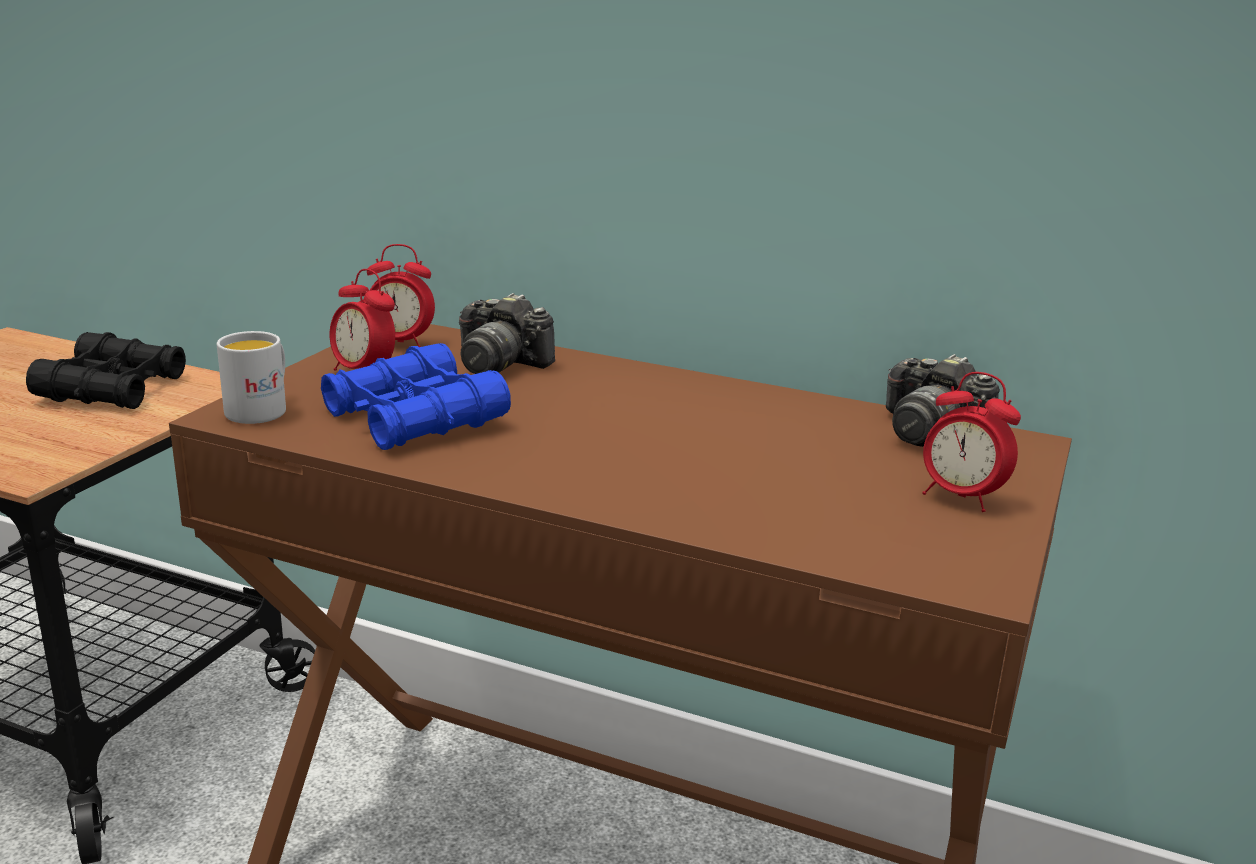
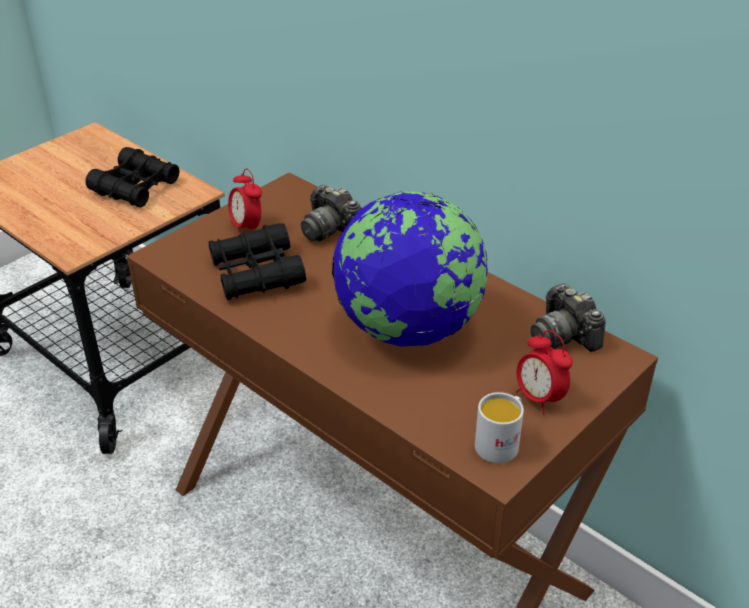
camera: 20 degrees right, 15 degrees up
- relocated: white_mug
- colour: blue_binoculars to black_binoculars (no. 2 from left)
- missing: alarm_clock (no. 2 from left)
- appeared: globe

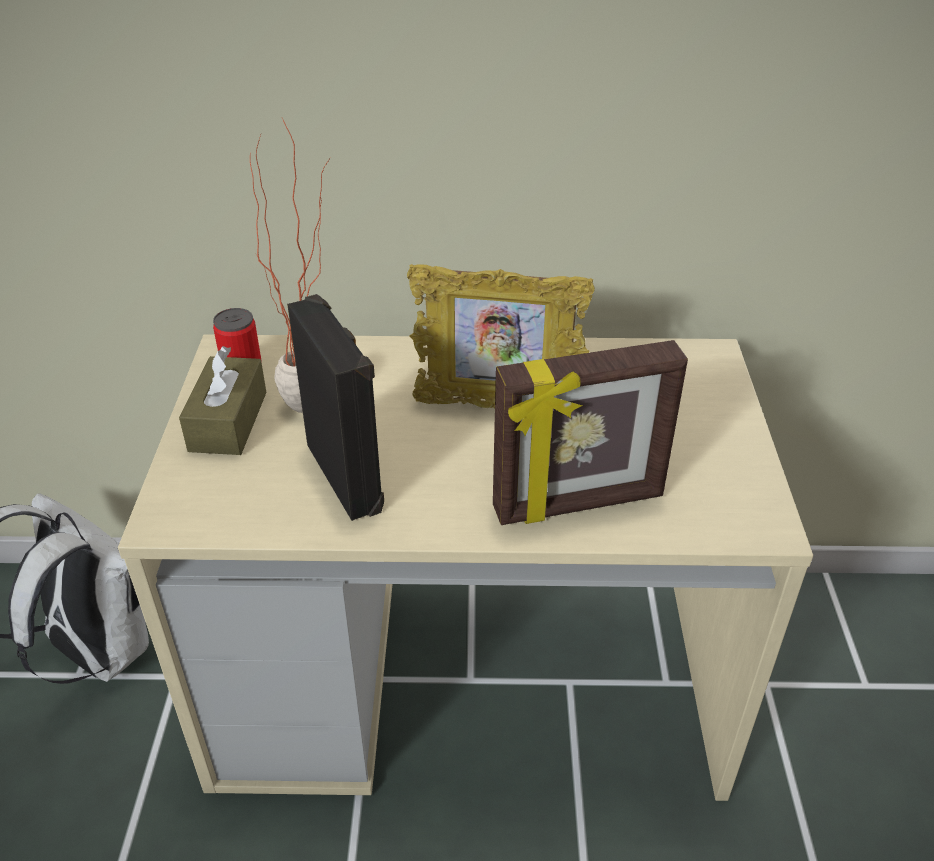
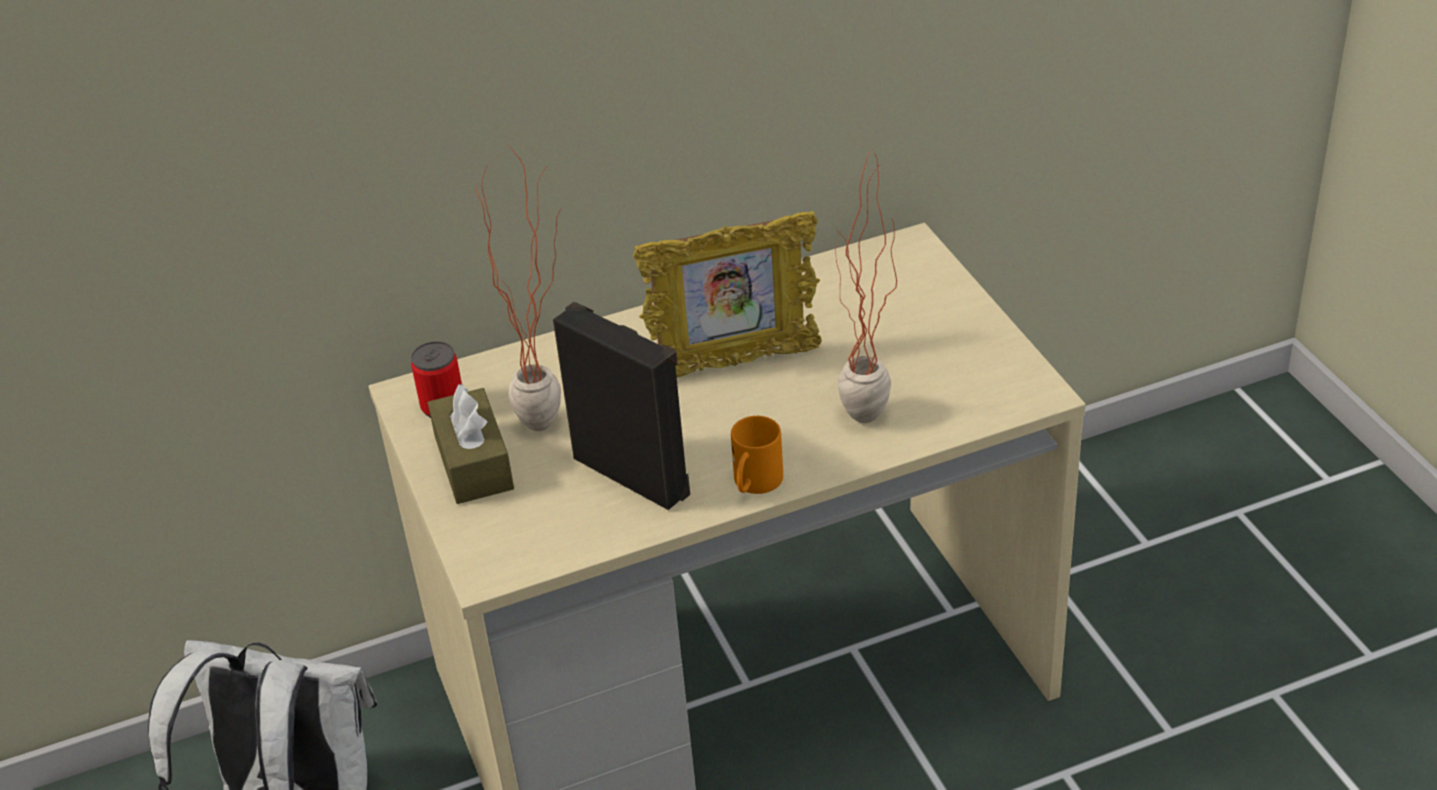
camera: 20 degrees left, 0 degrees up
- exchanged: picture_frame (no. 2 from left) to potted_plant (no. 2 from left)
- appeared: orange_mug

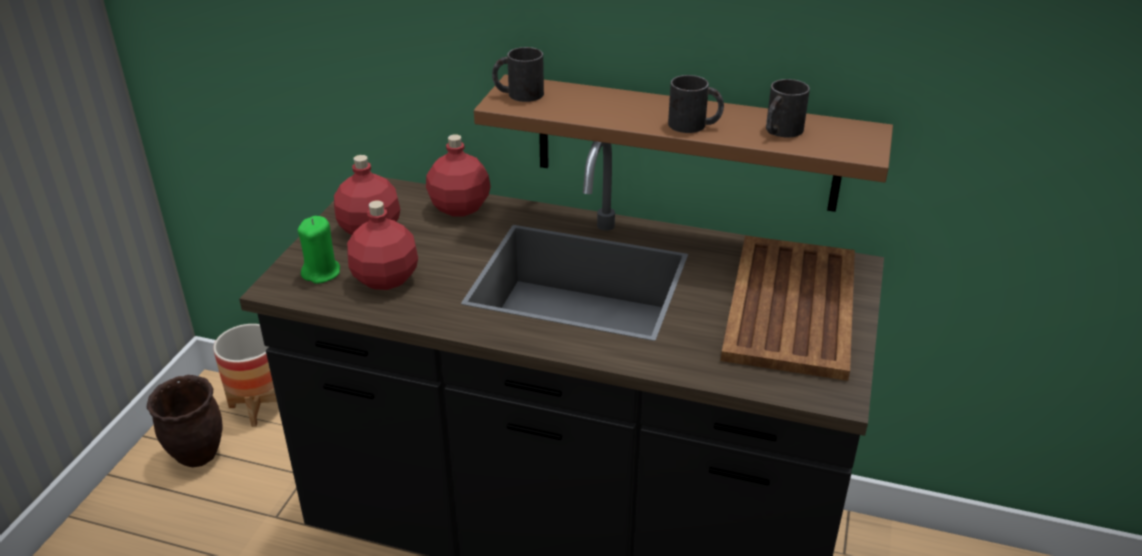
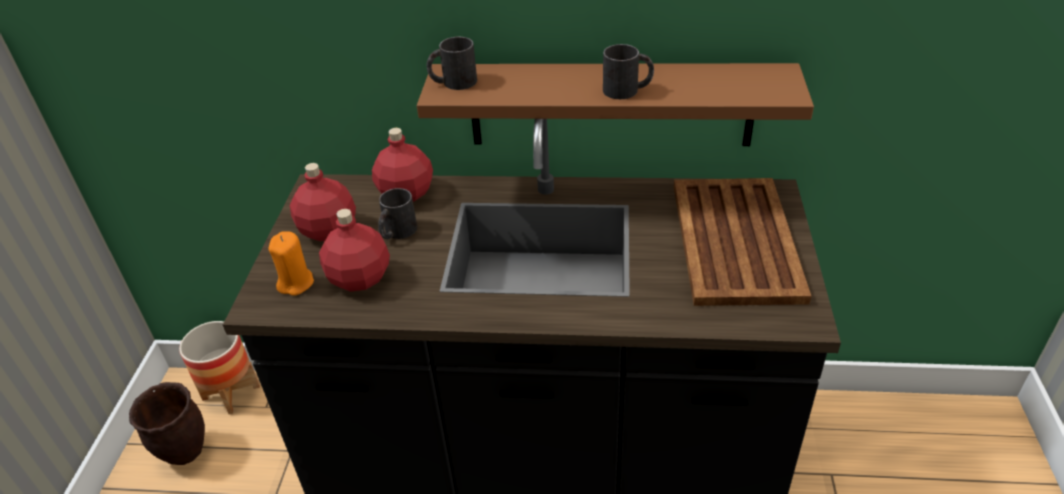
camera: 10 degrees left, 5 degrees up
- colour: green_candle to orange_candle
- relocated: black_mug (no. 3 from left in the first image) to black_mug (no. 1 from left)

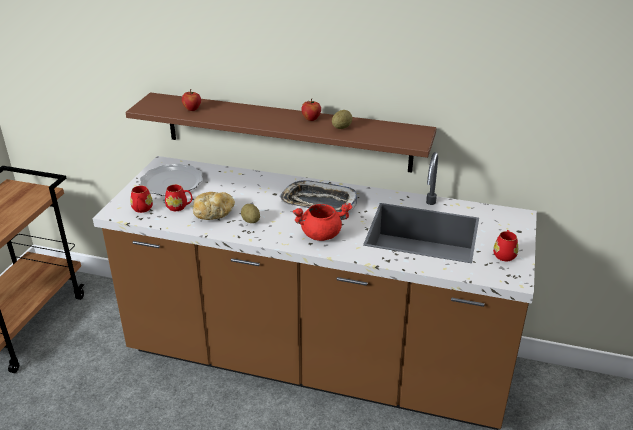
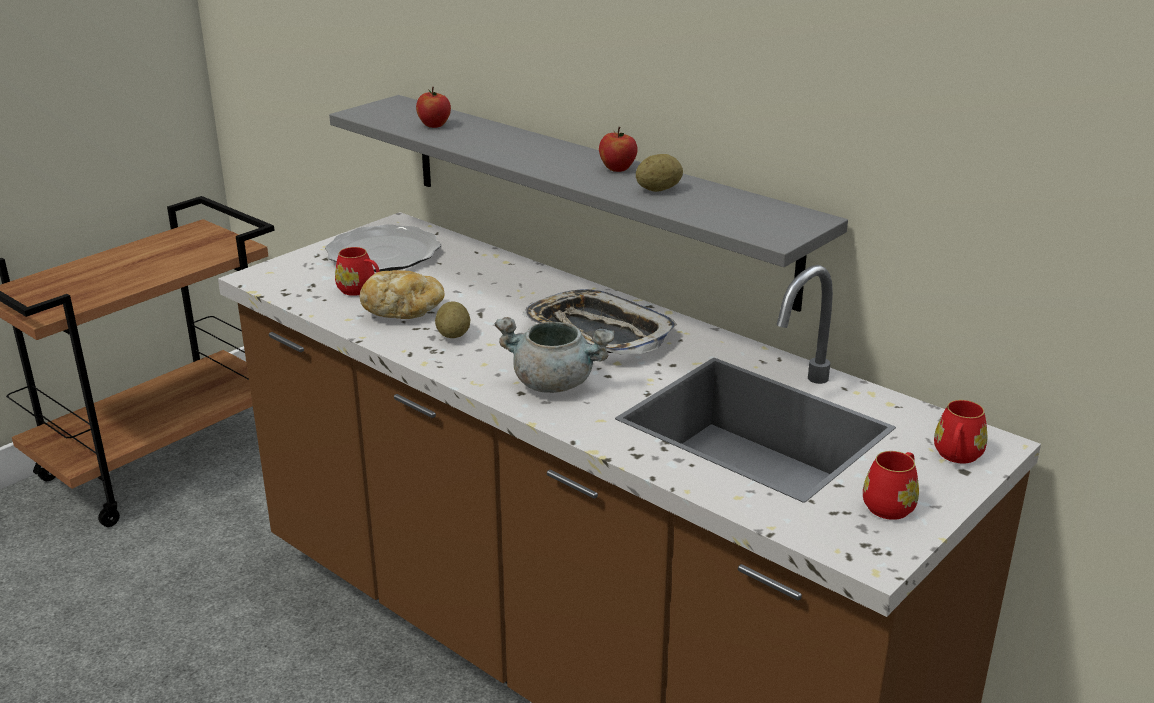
camera: 25 degrees right, 5 degrees down
- colour: brown_shelf to grey_shelf
- relocated: red_mug (no. 1 from left in the first image) to red_mug (no. 3 from left)
- colour: red_cooking_pot to grey_cooking_pot

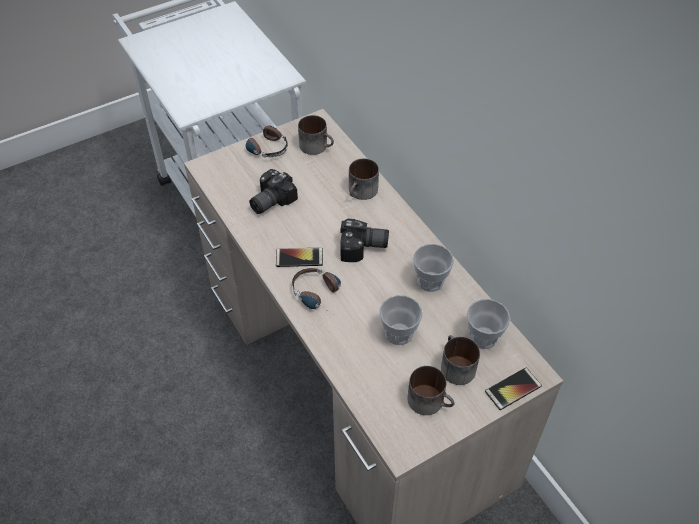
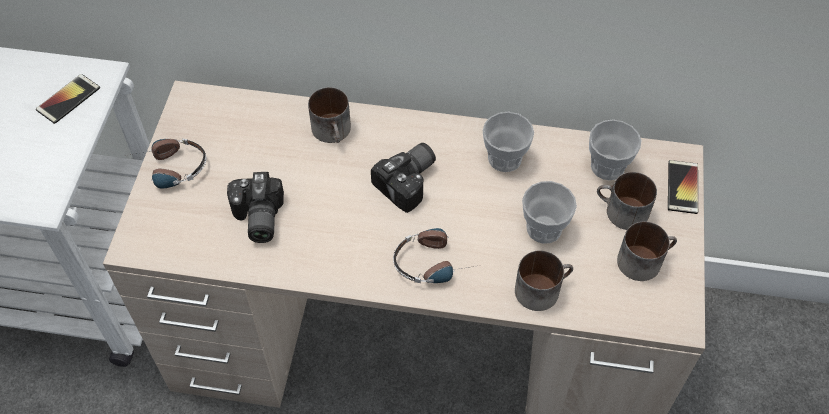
camera: 50 degrees left, 5 degrees up
- relocated: phone (no. 1 from left)
- relocated: mug (no. 1 from left in the first image) to mug (no. 2 from left)

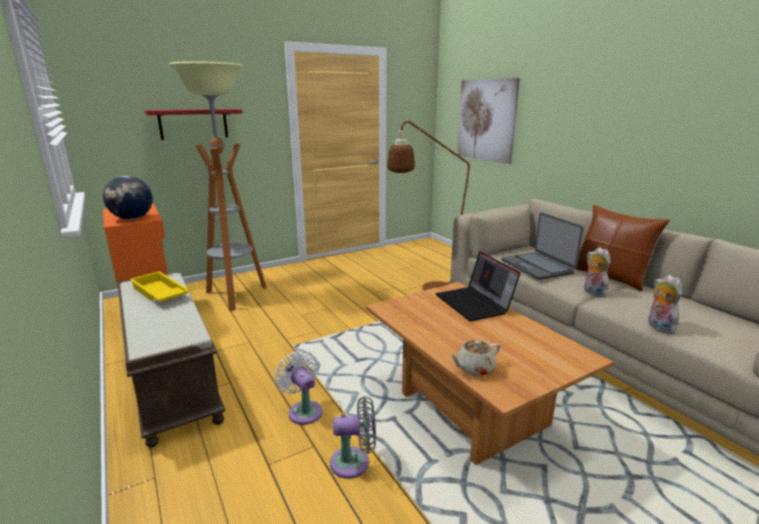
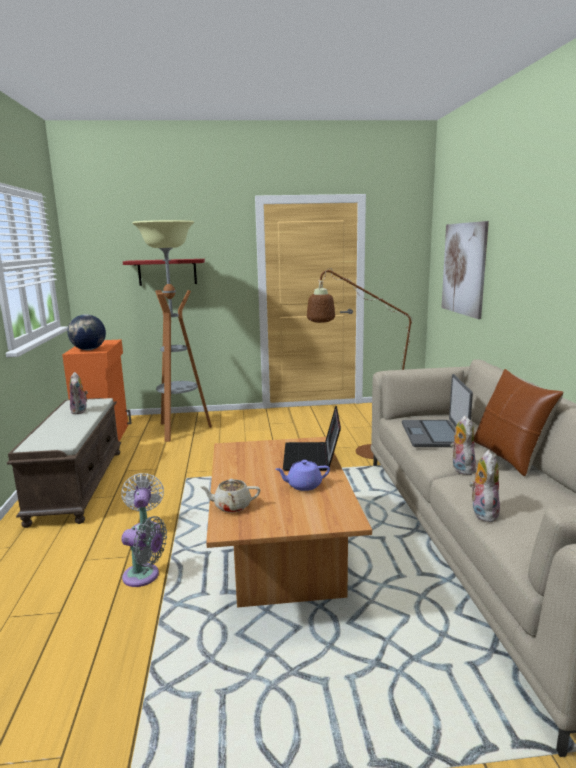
camera: 25 degrees right, 5 degrees down
- exchanged: yellow_tray to plush_toy (no. 1 from left)
- appeared: purple_teapot

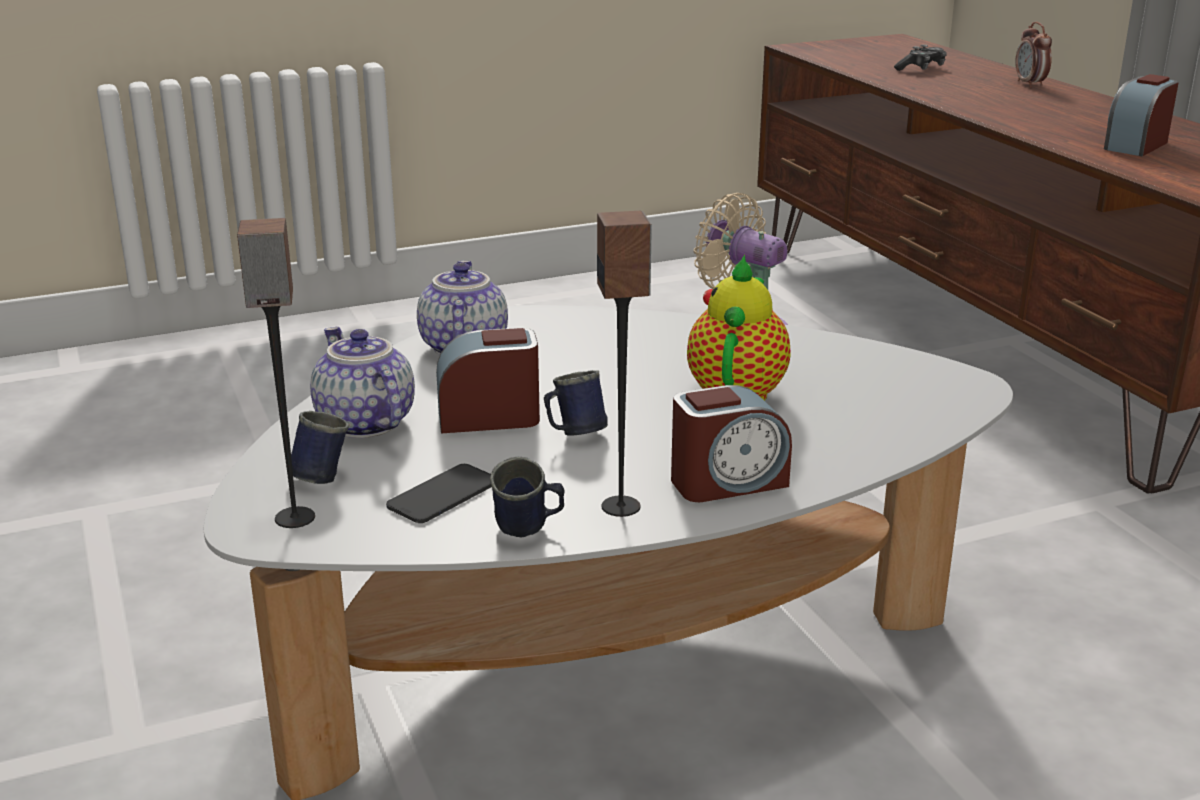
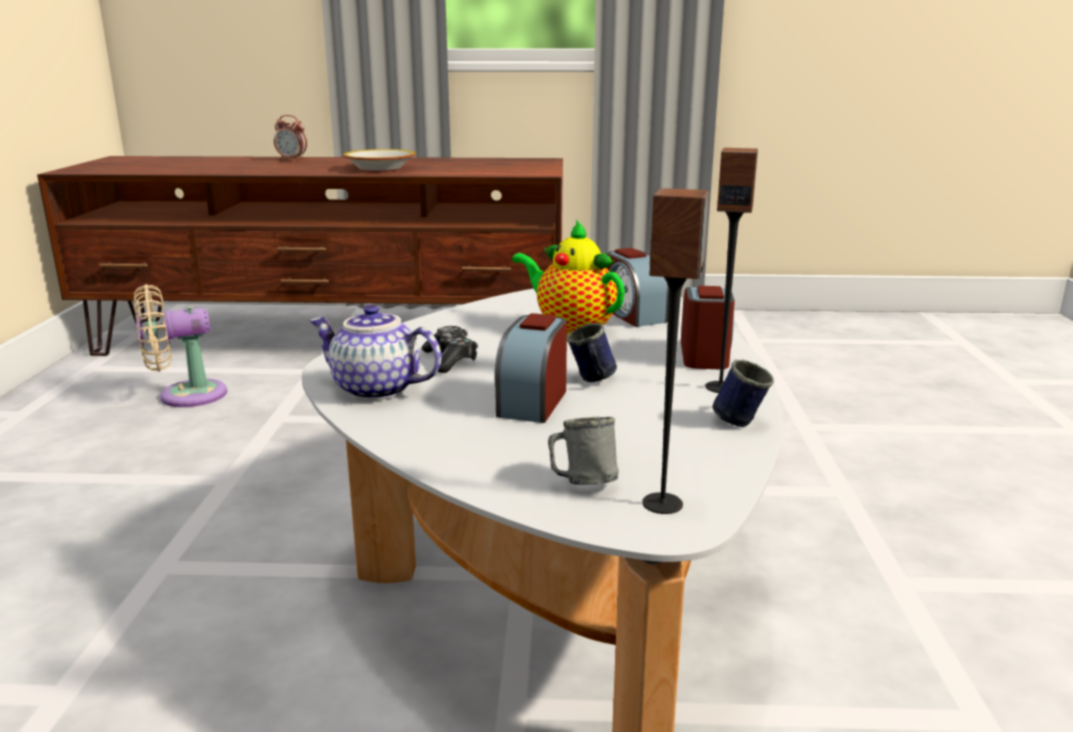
camera: 65 degrees left, 5 degrees down
- colour: blue_mug (no. 1 from left) to grey_mug
- missing: teapot (no. 1 from left)
- missing: phone
- relocated: game_controller
- relocated: alarm_clock (no. 4 from left in the first image) to alarm_clock (no. 3 from left)
- appeared: bowl

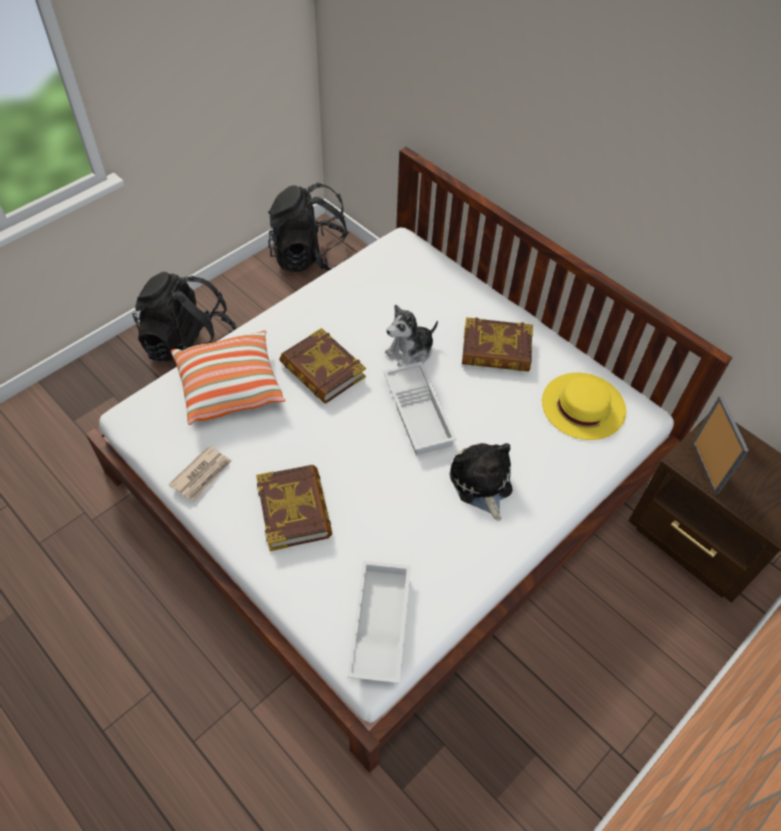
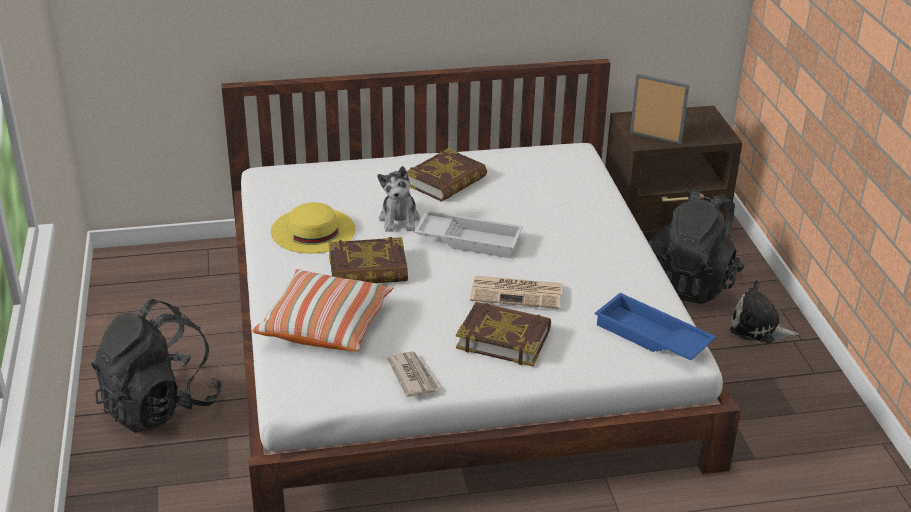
camera: 55 degrees left, 20 degrees down
- relocated: black_backpack (no. 2 from left)
- colour: white_tray (no. 1 from left) to blue_tray
- relocated: plush_toy (no. 2 from left)
- relocated: yellow_hat
- appeared: newspaper (no. 2 from left)

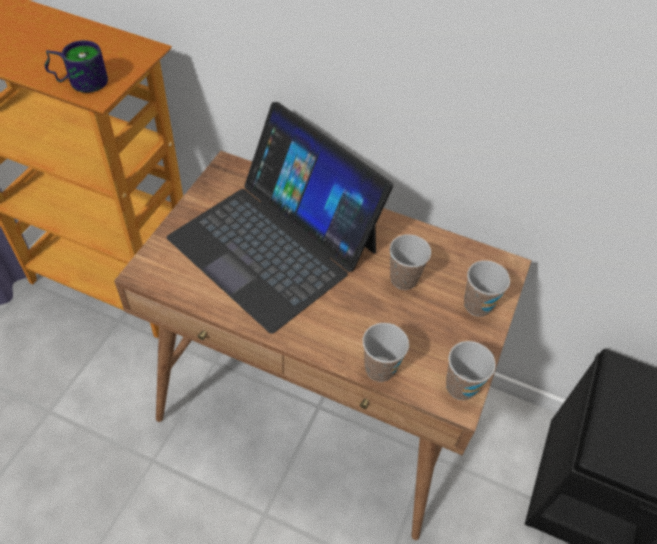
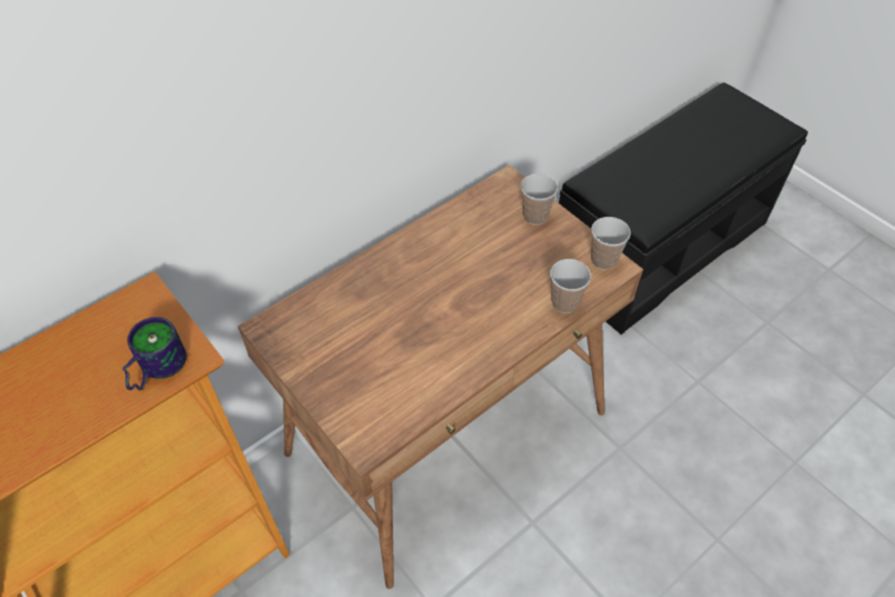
camera: 60 degrees left, 0 degrees up
- missing: laptop
- missing: cup (no. 2 from left)

